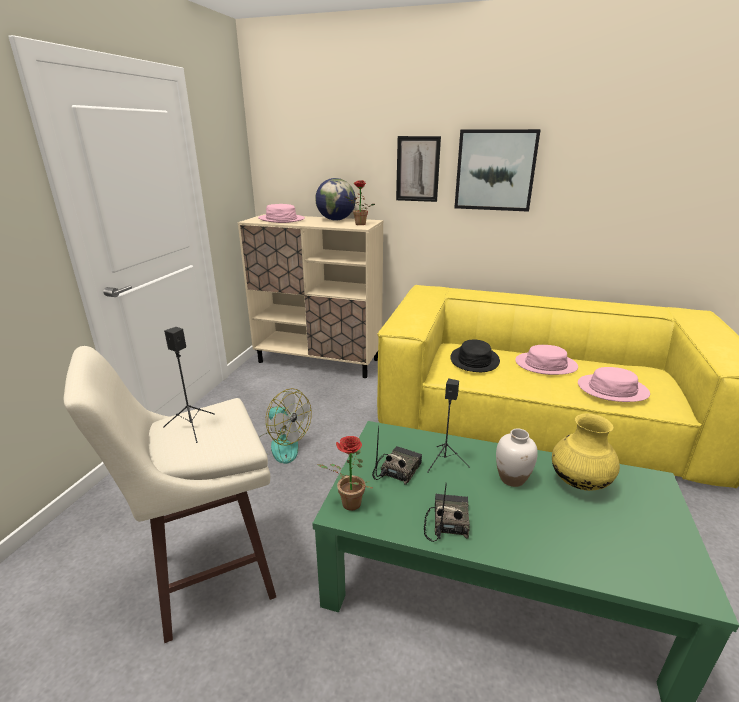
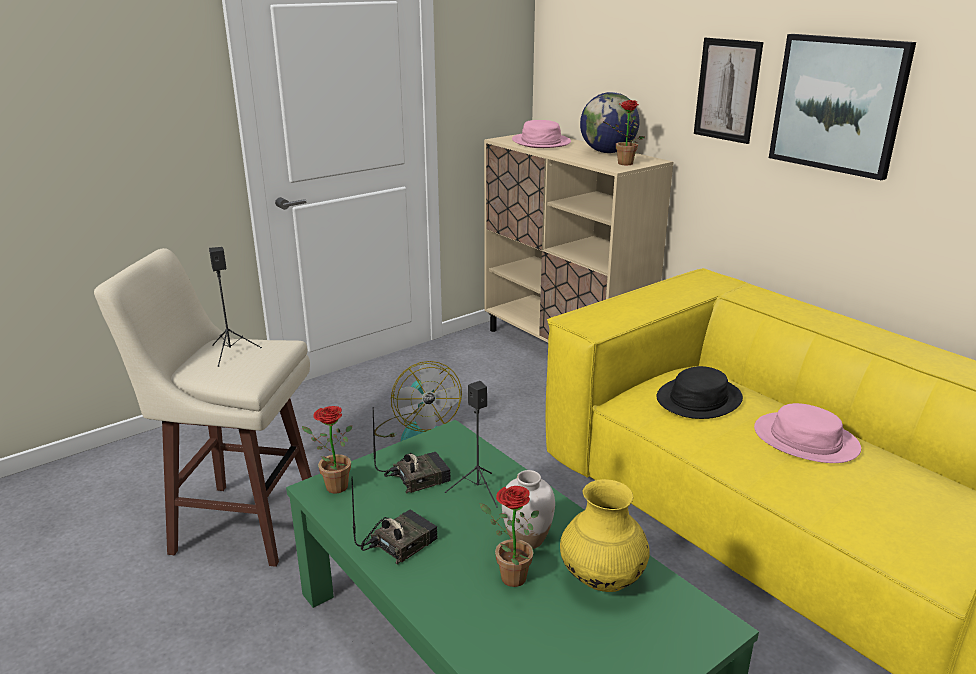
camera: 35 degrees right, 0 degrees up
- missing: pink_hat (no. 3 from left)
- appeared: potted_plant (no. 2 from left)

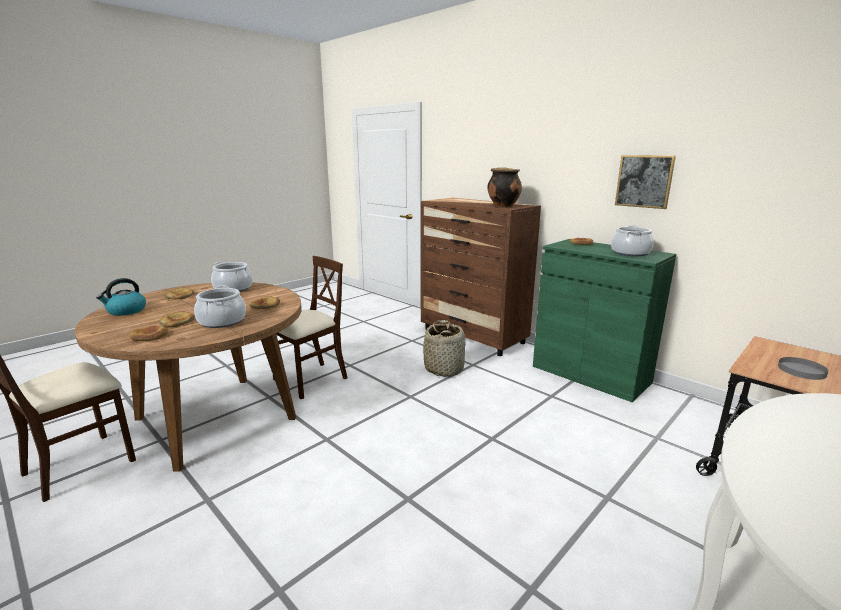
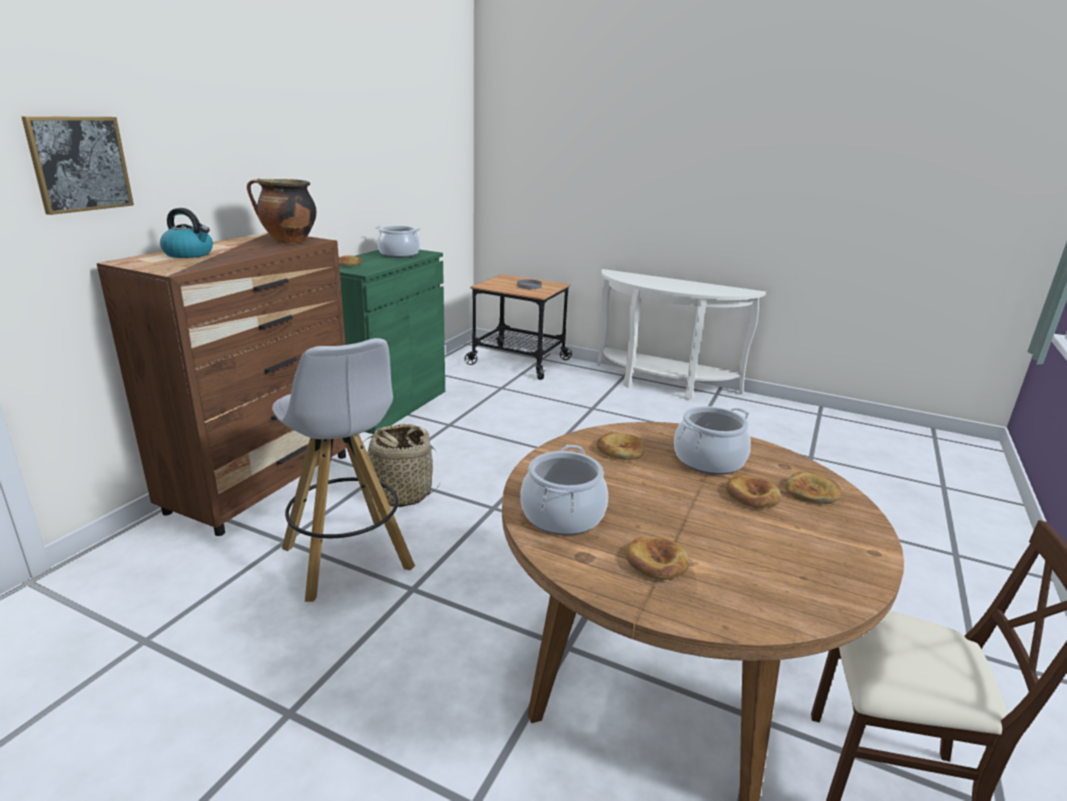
camera: 110 degrees left, 5 degrees up
- relocated: kettle
- missing: beige_chair (no. 2 from left)
- relocated: picture
- appeared: white_stool

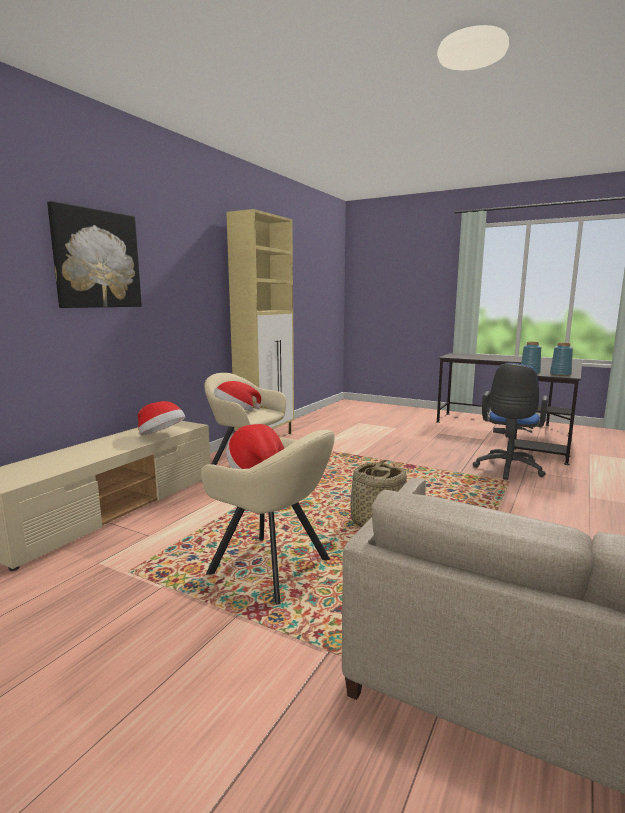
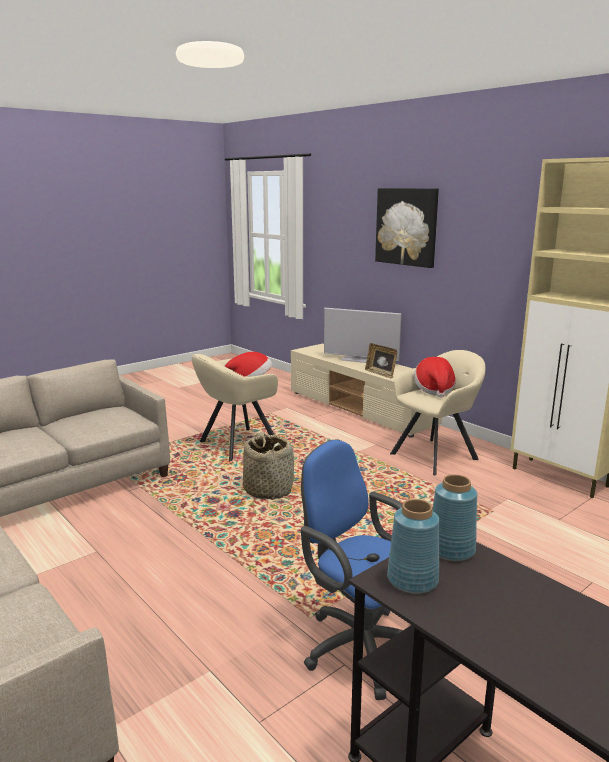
camera: 110 degrees right, 5 degrees up
- exchanged: hat (no. 1 from left) to picture_frame
- appeared: television

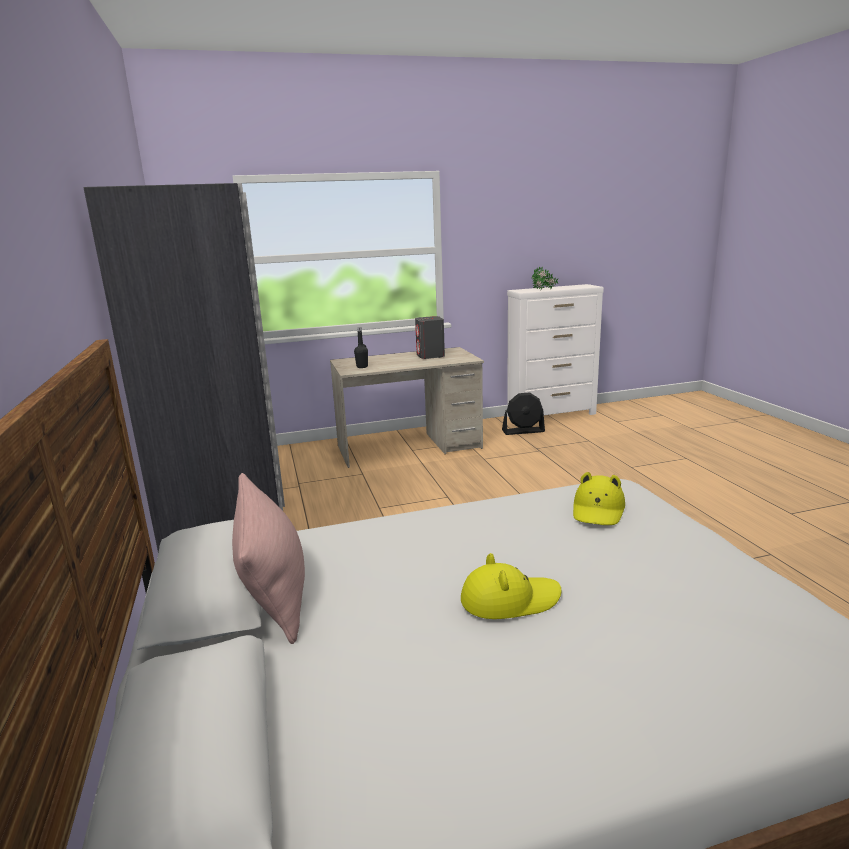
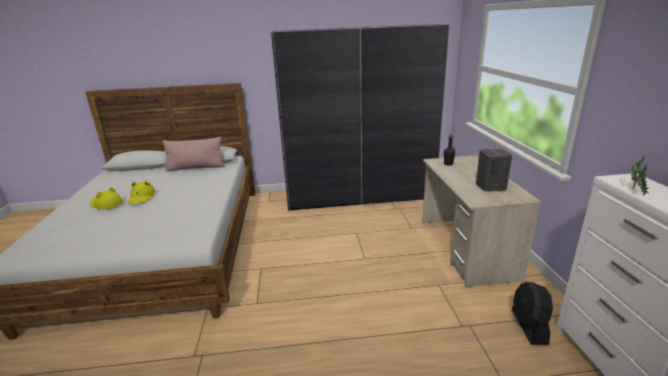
camera: 100 degrees right, 5 degrees up
- relocated: yellow_hat (no. 2 from left in the first image) to yellow_hat (no. 1 from left)

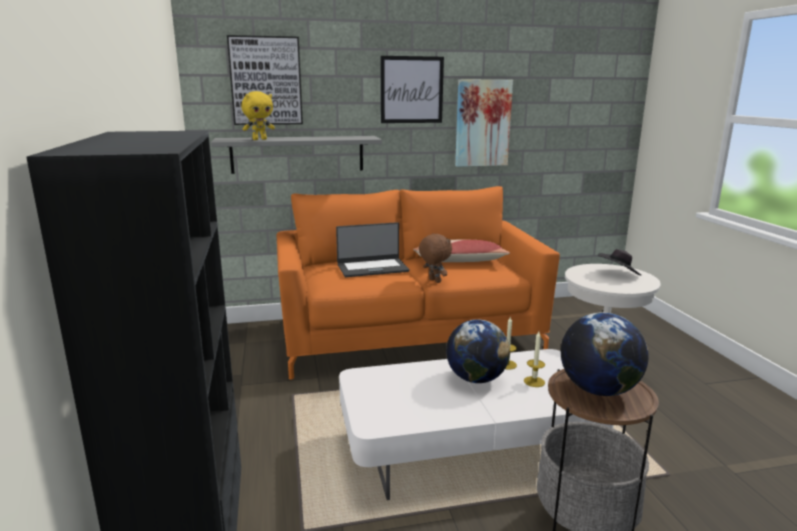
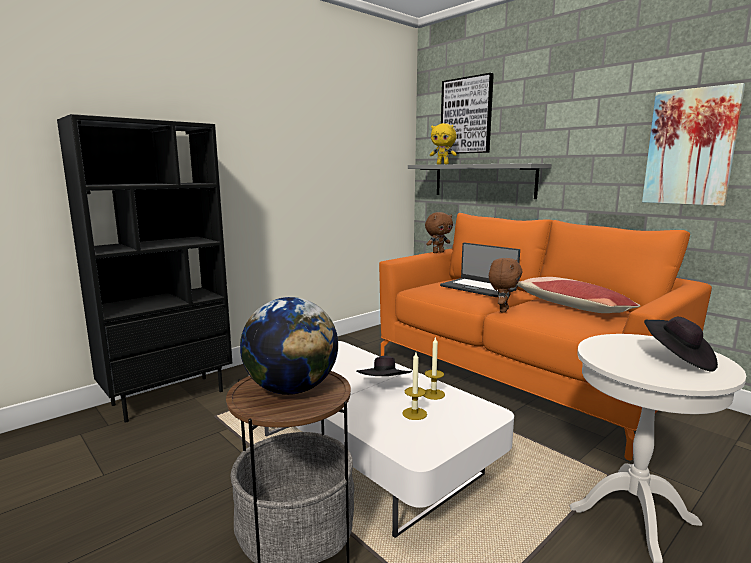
camera: 60 degrees right, 5 degrees down
- missing: picture (no. 2 from left)
- exchanged: globe (no. 1 from left) to black_hat (no. 1 from left)
- appeared: brown_plush_toy (no. 1 from left)

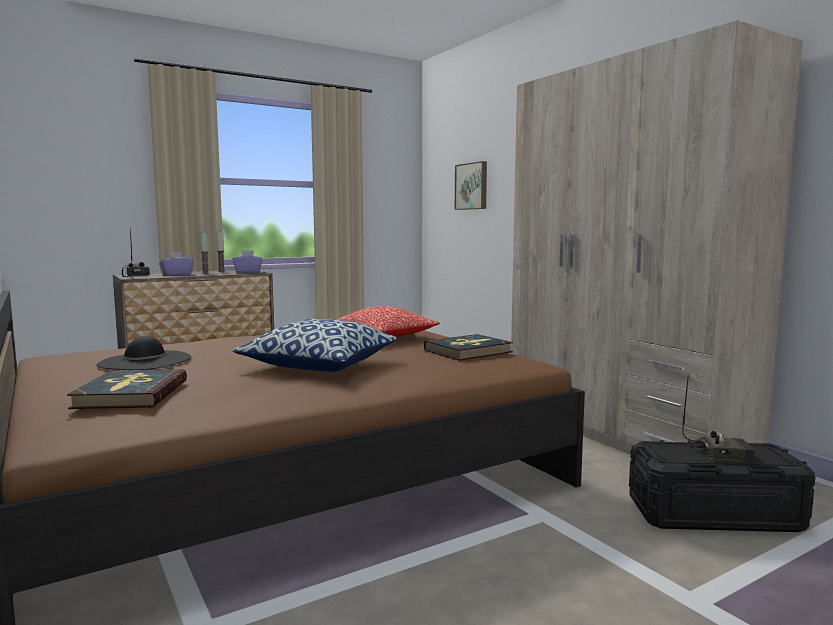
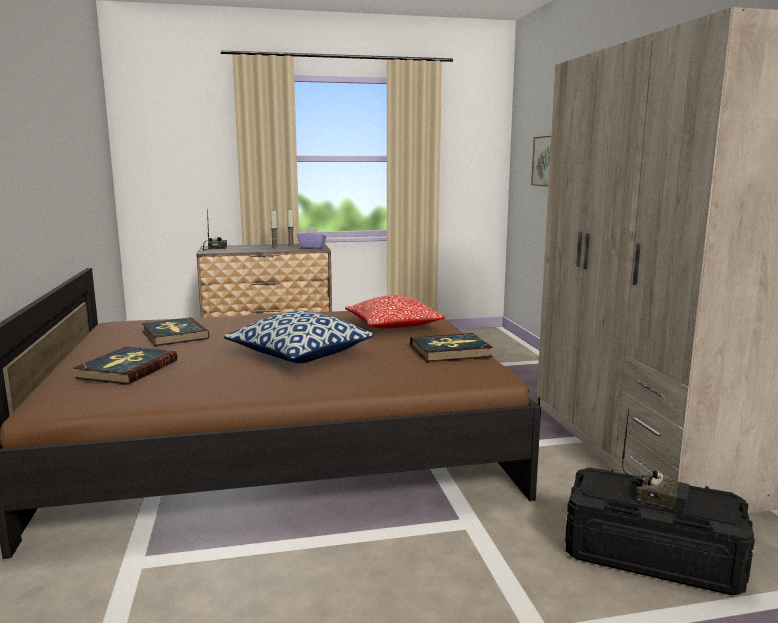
camera: 20 degrees right, 5 degrees up
- exchanged: black_hat to book (no. 2 from left)
- missing: purple_tissue_box (no. 1 from left)

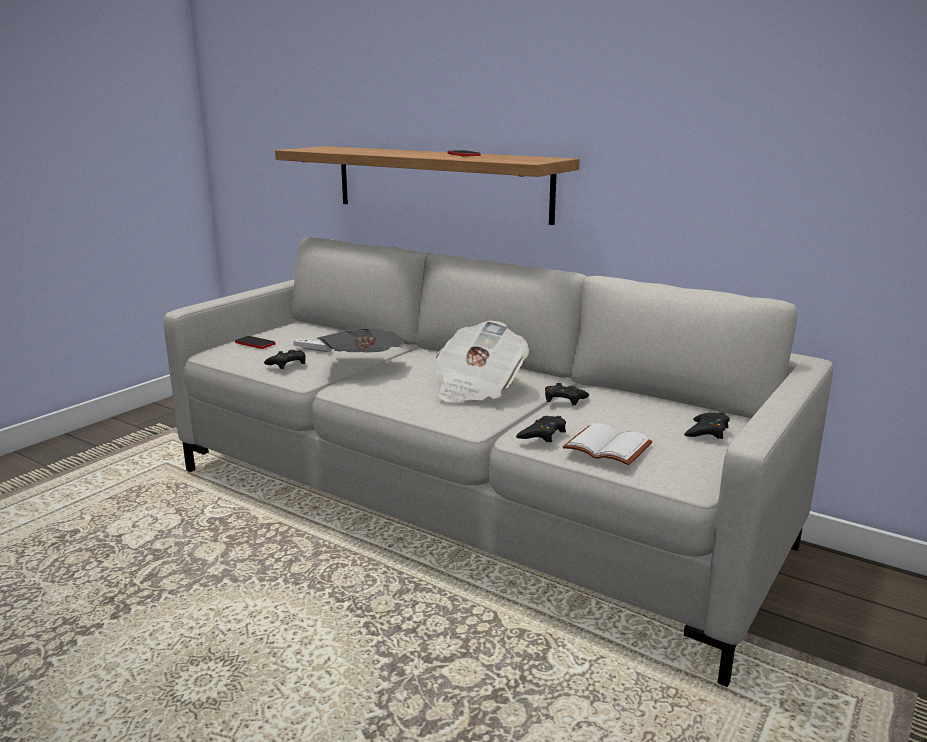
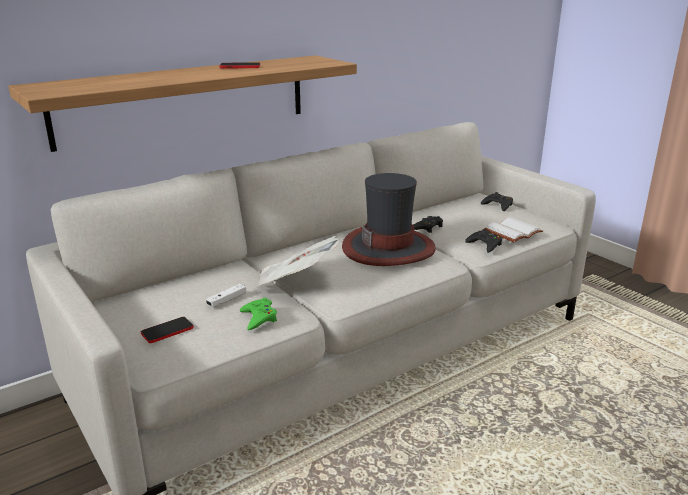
camera: 70 degrees left, 5 degrees up
- colour: black_game_controller (no. 1 from left) to green_game_controller
- exchanged: newspaper (no. 2 from left) to hat

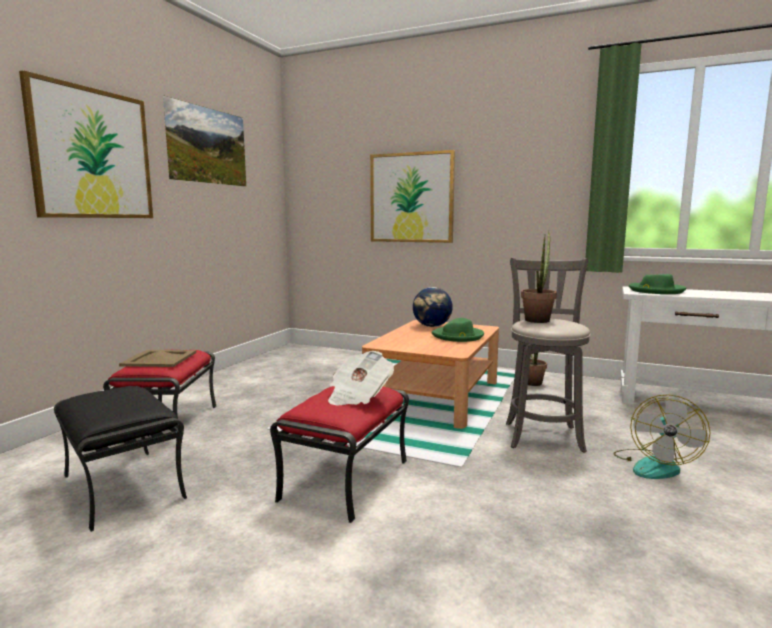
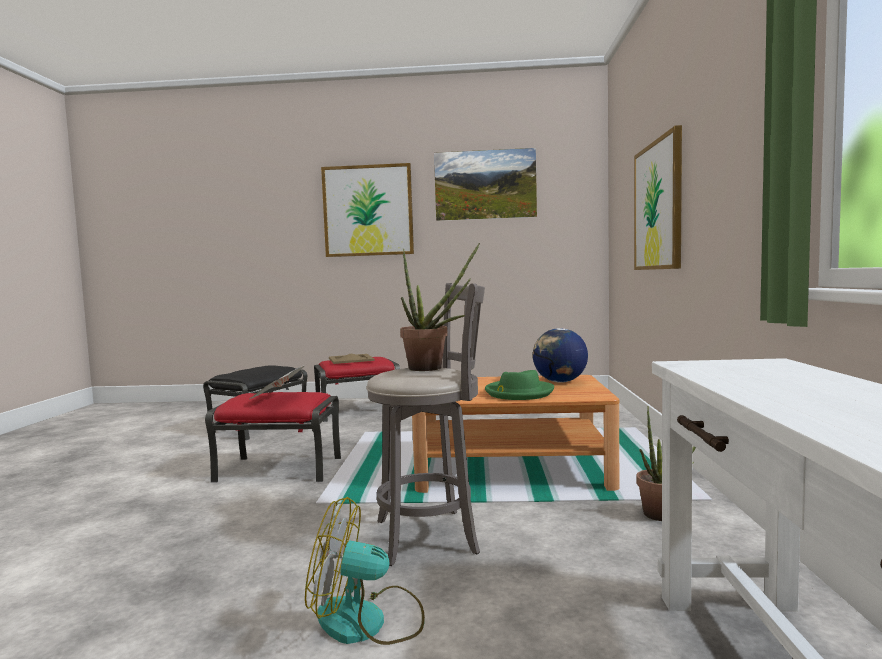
camera: 70 degrees right, 5 degrees down
- missing: green_hat (no. 2 from left)

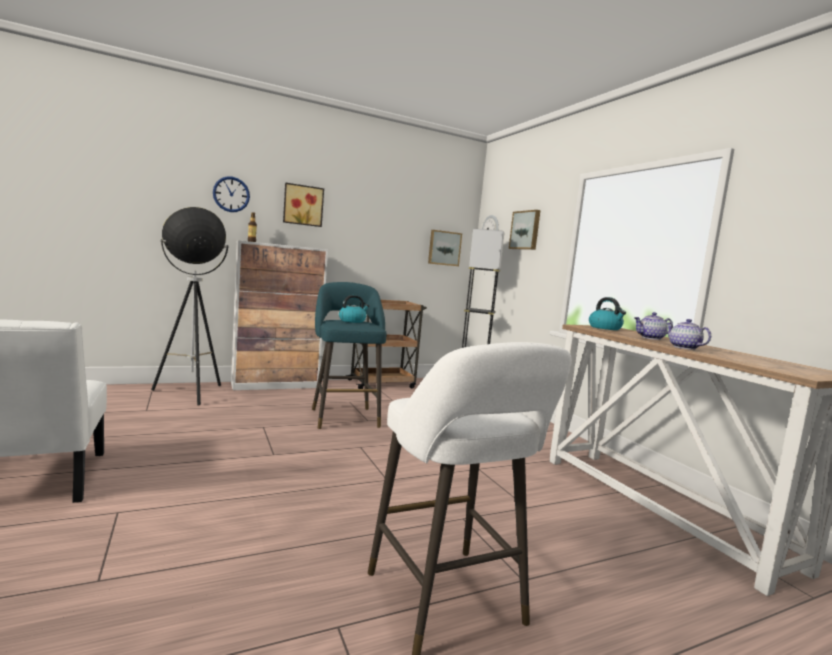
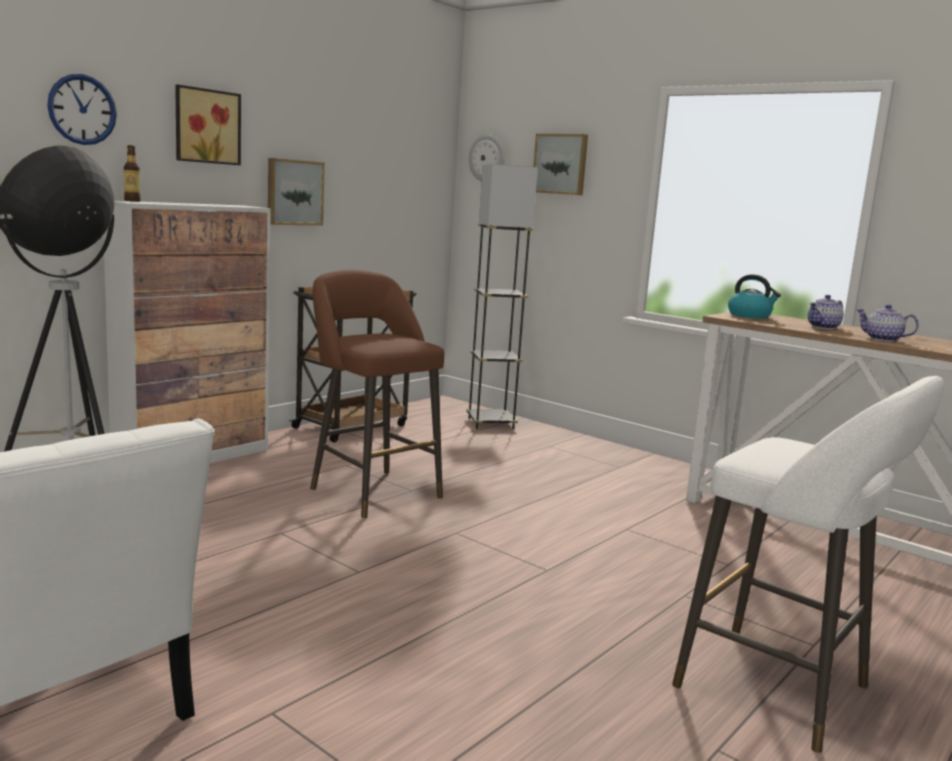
camera: 25 degrees left, 5 degrees up
- colour: turquoise_stool to brown_stool
- missing: kettle (no. 1 from left)
- relocated: picture (no. 2 from left)

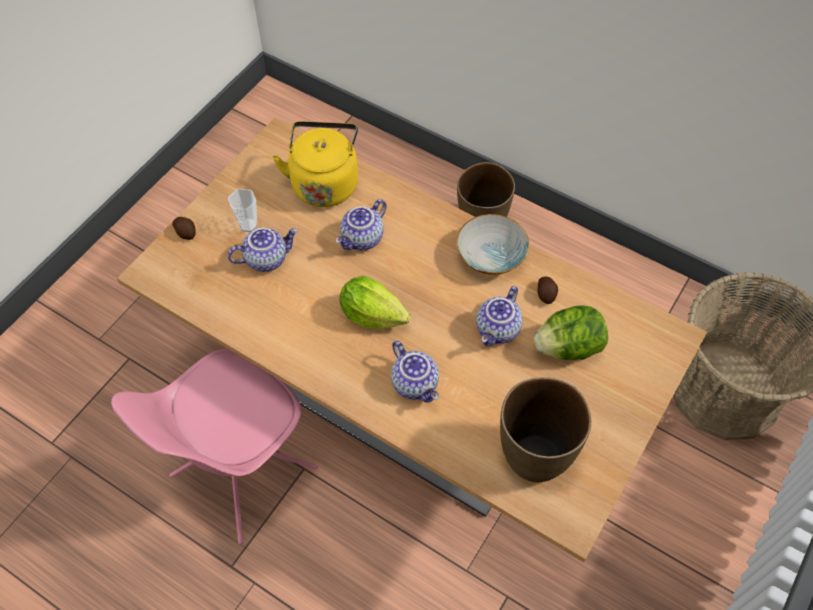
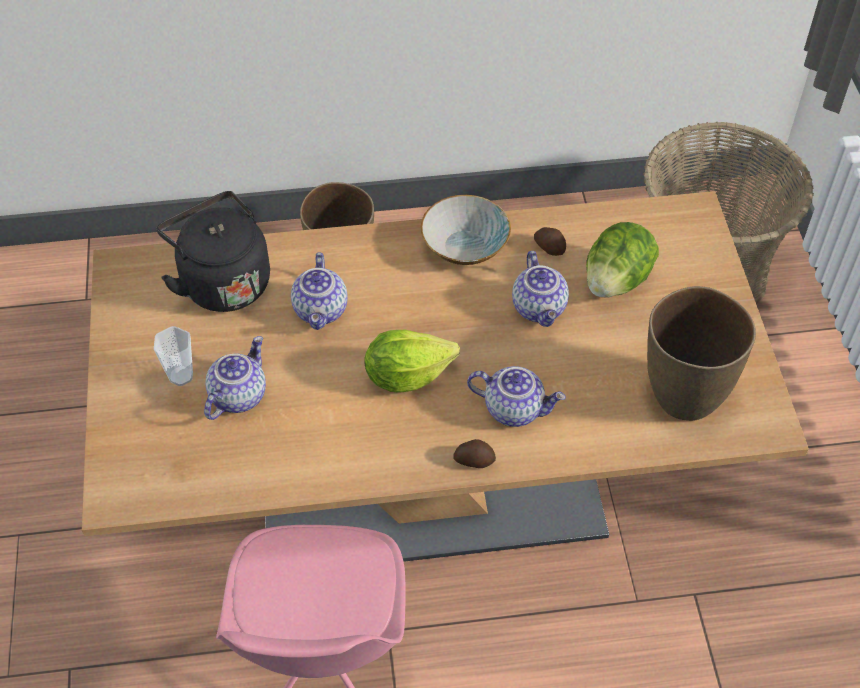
camera: 40 degrees left, 5 degrees down
- relocated: potato (no. 1 from left)
- colour: yellow_kettle to black_kettle

